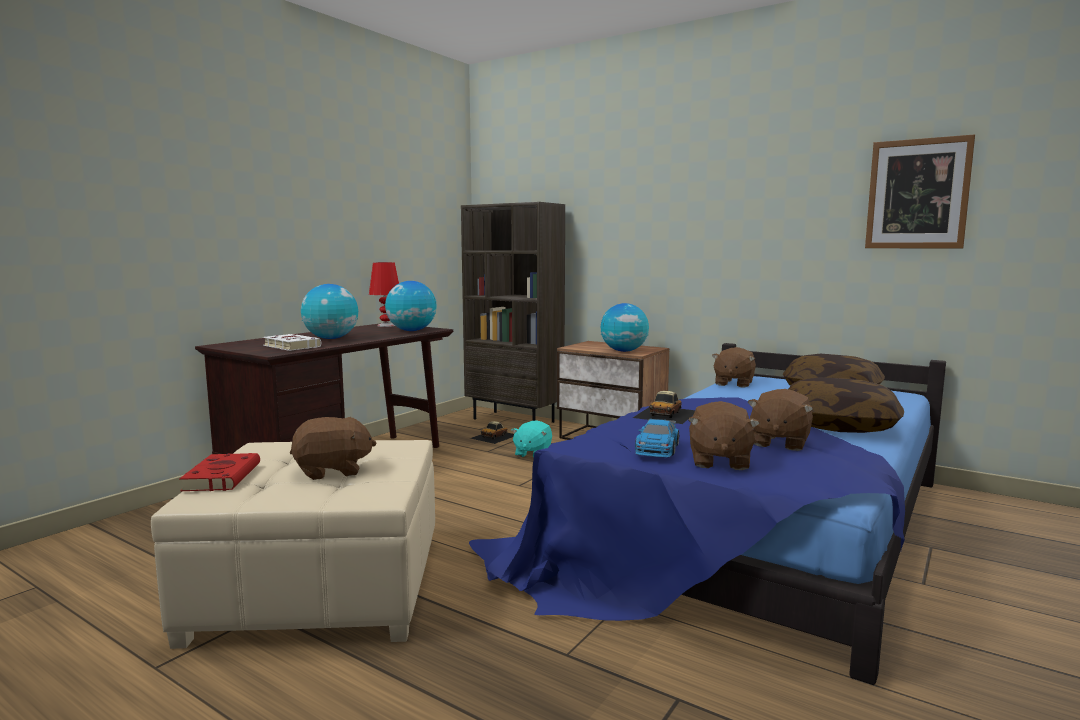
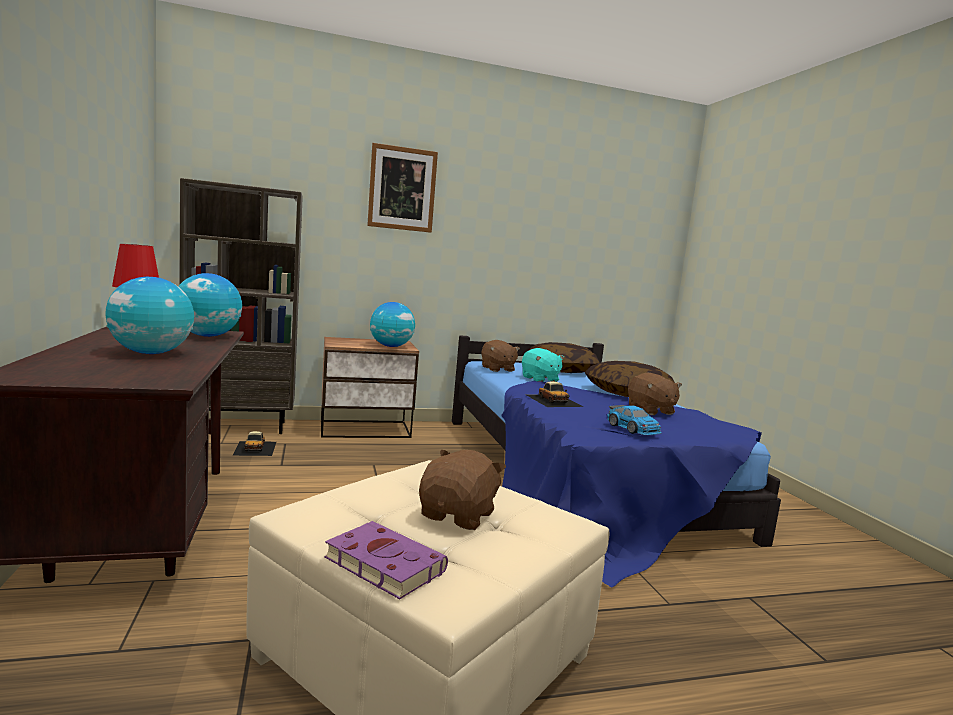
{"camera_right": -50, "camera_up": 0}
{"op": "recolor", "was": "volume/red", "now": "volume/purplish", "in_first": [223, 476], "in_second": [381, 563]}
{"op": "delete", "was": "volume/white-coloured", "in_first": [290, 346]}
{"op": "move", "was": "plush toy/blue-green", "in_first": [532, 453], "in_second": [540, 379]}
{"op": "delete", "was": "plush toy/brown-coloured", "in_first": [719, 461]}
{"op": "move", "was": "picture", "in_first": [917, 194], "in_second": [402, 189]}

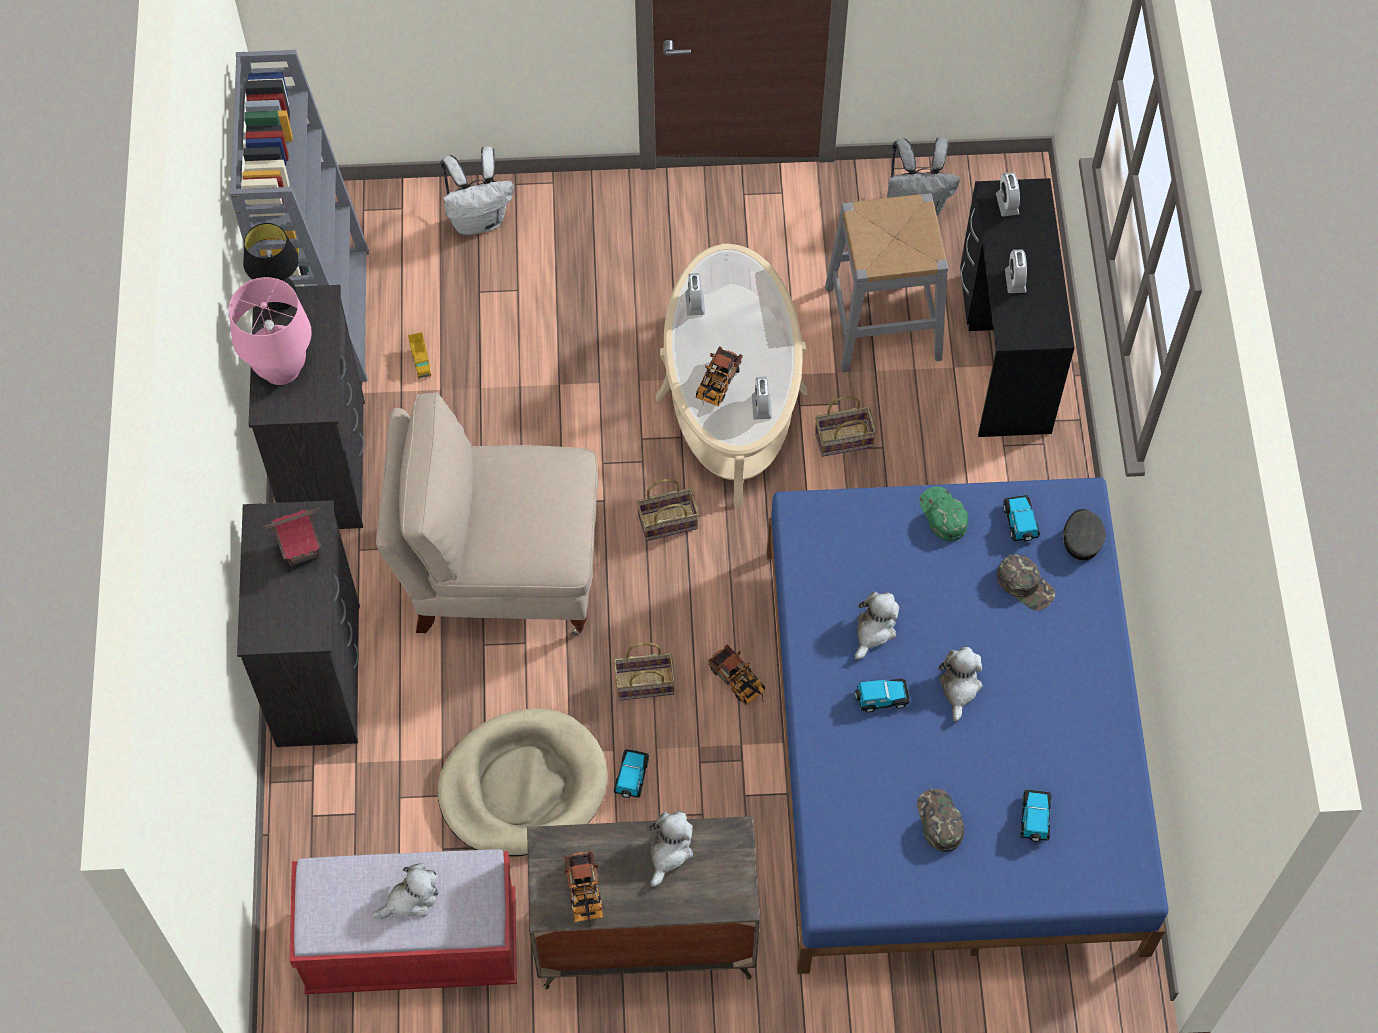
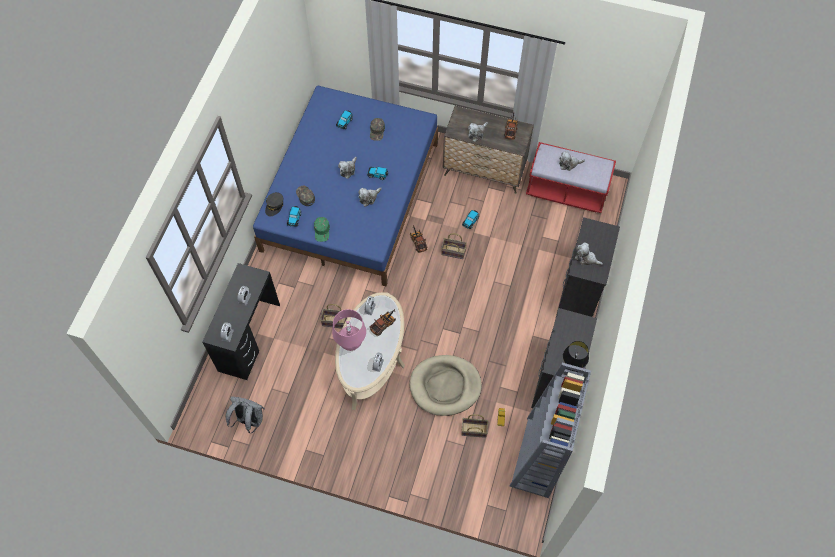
{"camera_right": -160, "camera_up": 0}
{"op": "move", "was": "table lamp/pink-coloured", "in_first": [281, 368], "in_second": [351, 343]}
{"op": "replace", "was": "model house", "now": "plush toy", "in_first": [300, 549], "in_second": [586, 258]}
{"op": "delete", "was": "chair/beige", "in_first": [500, 570]}
{"op": "move", "was": "dog cushion/beige", "in_first": [523, 786], "in_second": [445, 386]}
{"op": "delete", "was": "rucksack/white-coloured", "in_first": [479, 219]}
{"op": "move", "was": "household basket", "in_first": [669, 521], "in_second": [473, 430]}
{"op": "delete", "was": "stool/gray", "in_first": [882, 322]}

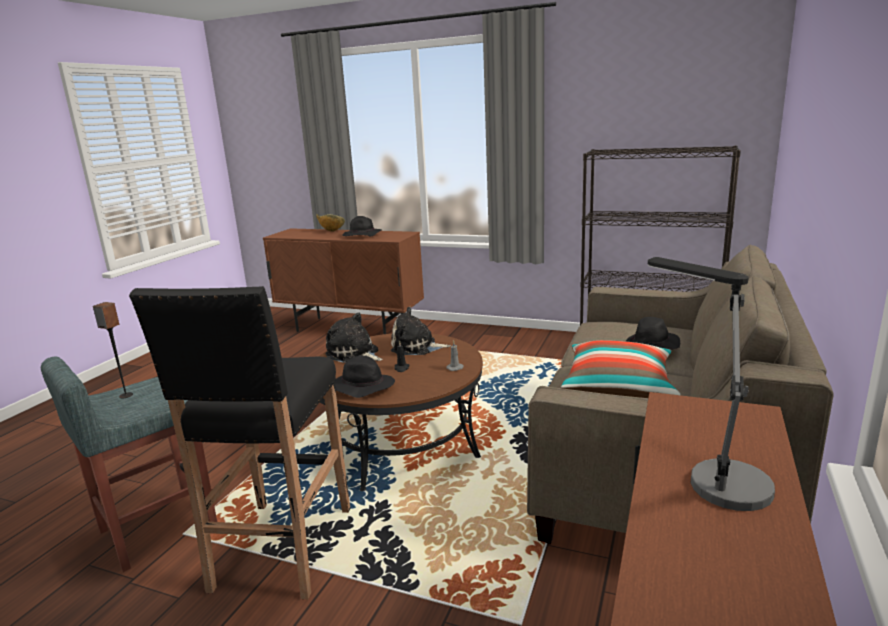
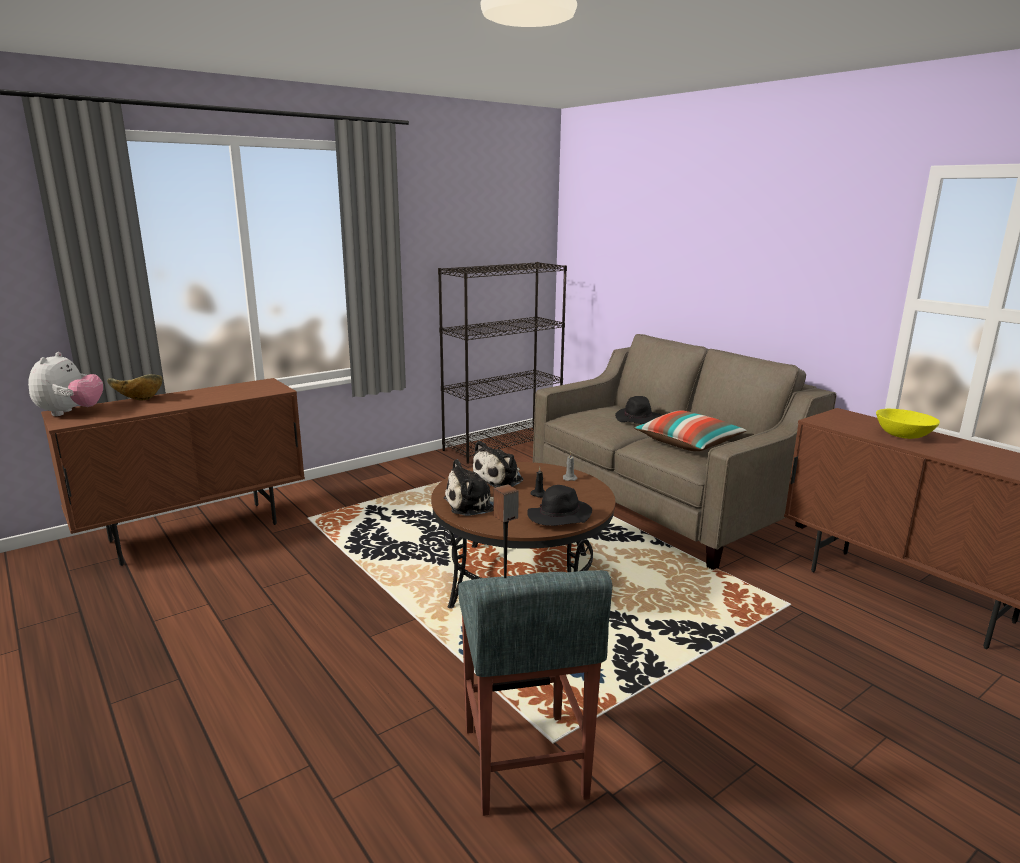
{"camera_right": -60, "camera_up": 0}
{"op": "delete", "was": "stool/black", "in_first": [281, 550]}
{"op": "delete", "was": "clothing hat/black", "in_first": [361, 235]}
{"op": "replace", "was": "table lamp", "now": "bowl/yellowish", "in_first": [712, 474], "in_second": [903, 435]}
{"op": "insert", "now": "plush toy", "in_second": [70, 413]}

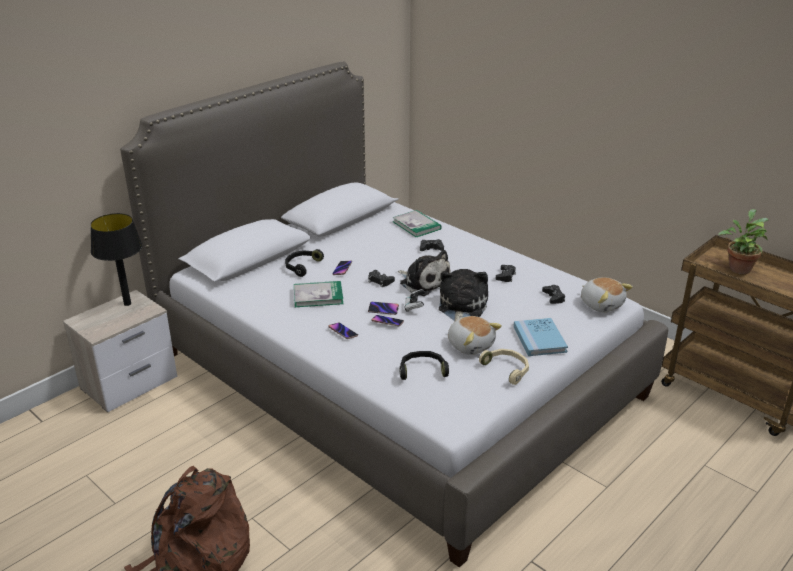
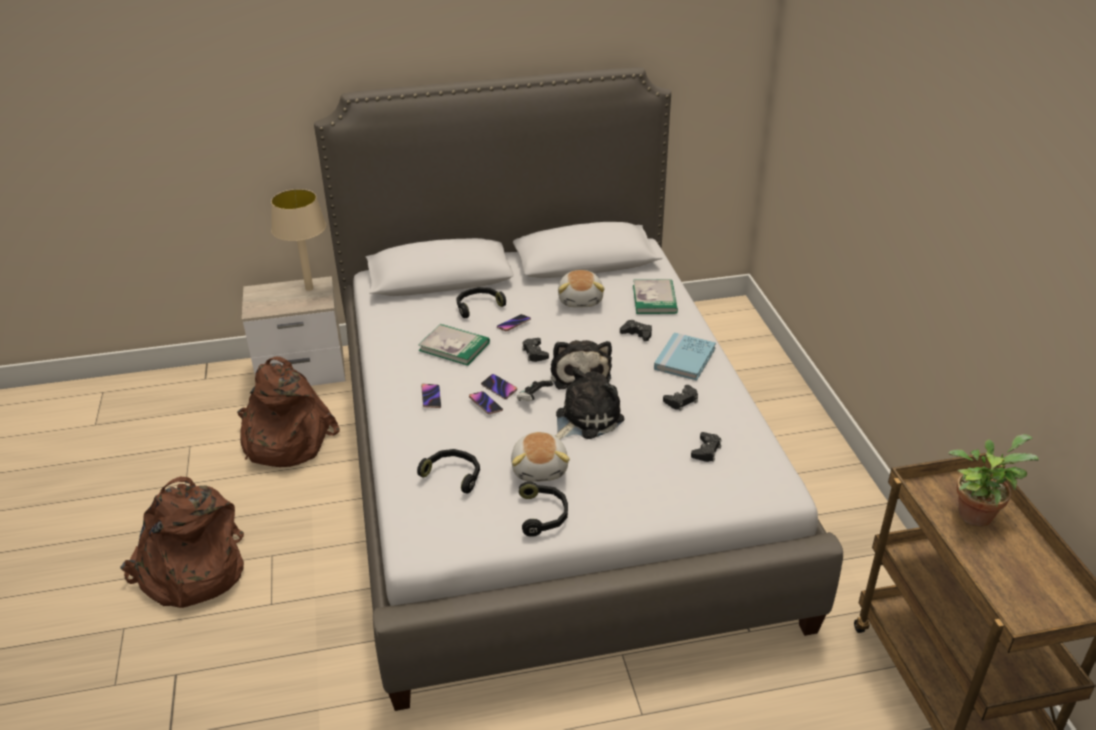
{"camera_right": 35, "camera_up": 5}
{"op": "recolor", "was": "table lamp/black", "now": "table lamp/beige", "in_first": [128, 303], "in_second": [309, 288]}
{"op": "recolor", "was": "pair of headphones/beige", "now": "pair of headphones/black", "in_first": [507, 369], "in_second": [544, 515]}
{"op": "move", "was": "volume/blue-coloured", "in_first": [539, 339], "in_second": [685, 359]}
{"op": "move", "was": "plush toy", "in_first": [601, 304], "in_second": [581, 300]}
{"op": "insert", "now": "rucksack/brown-coloured", "in_second": [284, 440]}

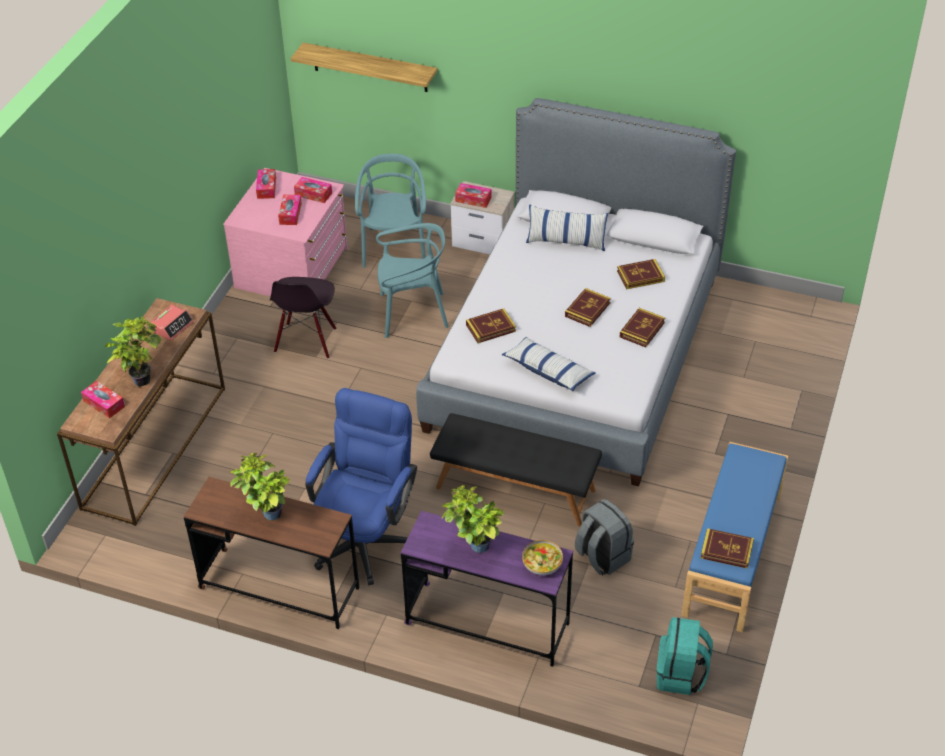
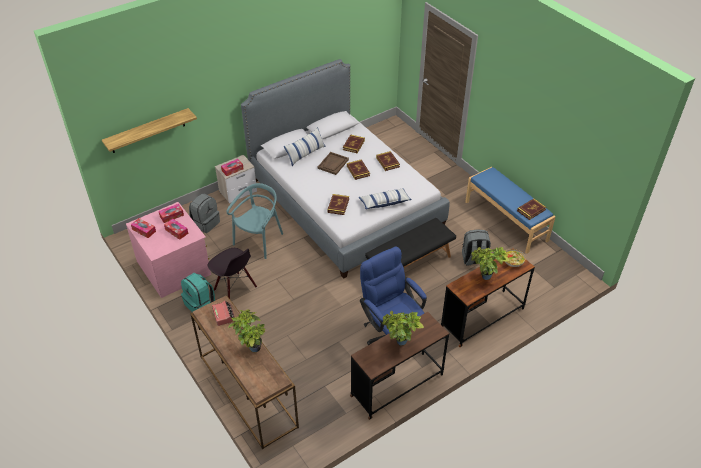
{"camera_right": -55, "camera_up": 0}
{"op": "delete", "was": "box of tissues", "in_first": [104, 404]}
{"op": "replace", "was": "chair/blue-green", "now": "rucksack/gray", "in_first": [394, 248], "in_second": [205, 223]}
{"op": "recolor", "was": "desk table/purplish", "now": "desk table/brown-coloured", "in_first": [487, 624], "in_second": [482, 318]}
{"op": "move", "was": "rucksack/blue-green", "in_first": [681, 675], "in_second": [200, 304]}
{"op": "insert", "now": "carrying tray/brown-coloured", "in_second": [333, 164]}

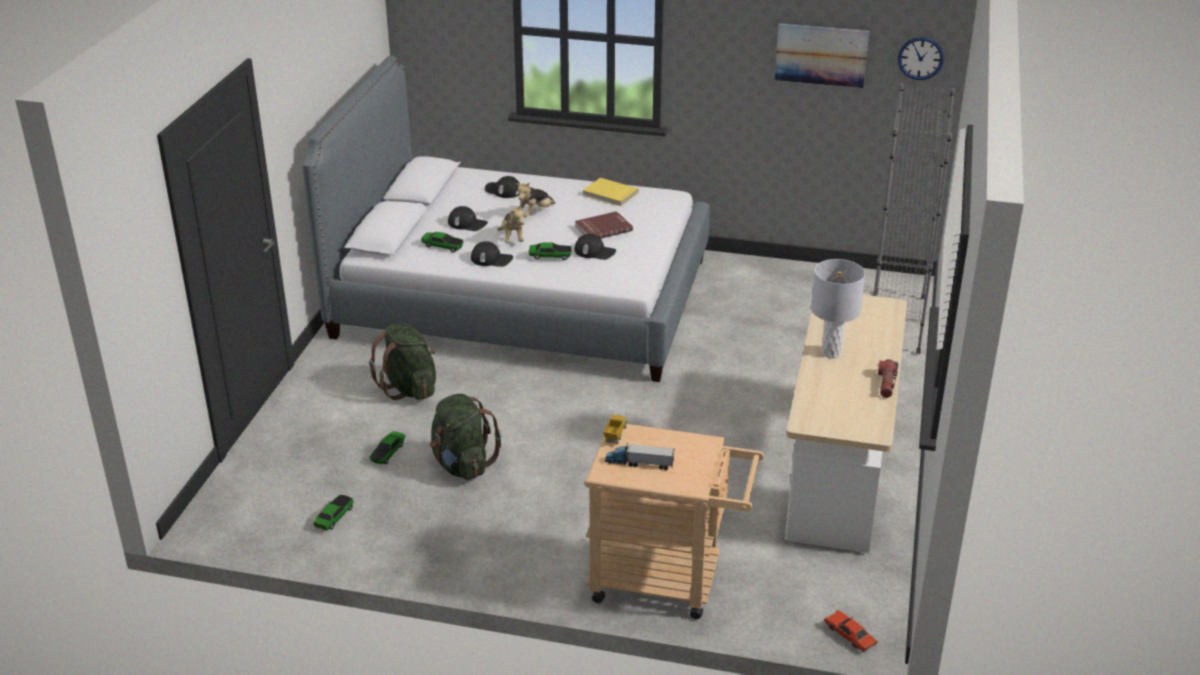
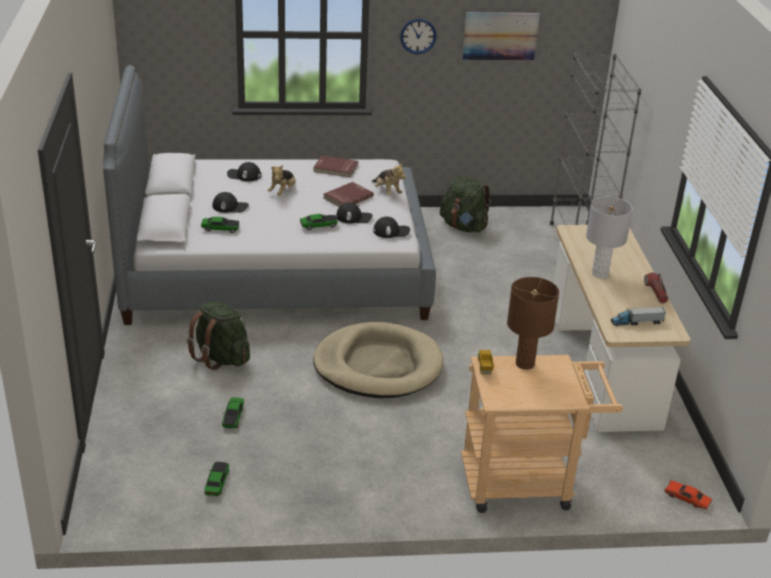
{"camera_right": -20, "camera_up": 0}
{"op": "move", "was": "rucksack/green-coloured", "in_first": [462, 465], "in_second": [463, 227]}
{"op": "move", "was": "peaked cap/black", "in_first": [492, 259], "in_second": [391, 231]}
{"op": "move", "was": "plush toy", "in_first": [512, 238], "in_second": [387, 192]}
{"op": "recolor", "was": "volume/yellowish", "now": "volume/red", "in_first": [610, 194], "in_second": [335, 168]}
{"op": "move", "was": "toy truck", "in_first": [639, 463], "in_second": [636, 322]}
{"op": "move", "was": "clock on the wall", "in_first": [920, 58], "in_second": [418, 36]}
{"op": "insert", "now": "dog cushion/beige", "in_second": [378, 365]}
{"op": "insert", "now": "table lamp/brown-coloured", "in_second": [525, 364]}

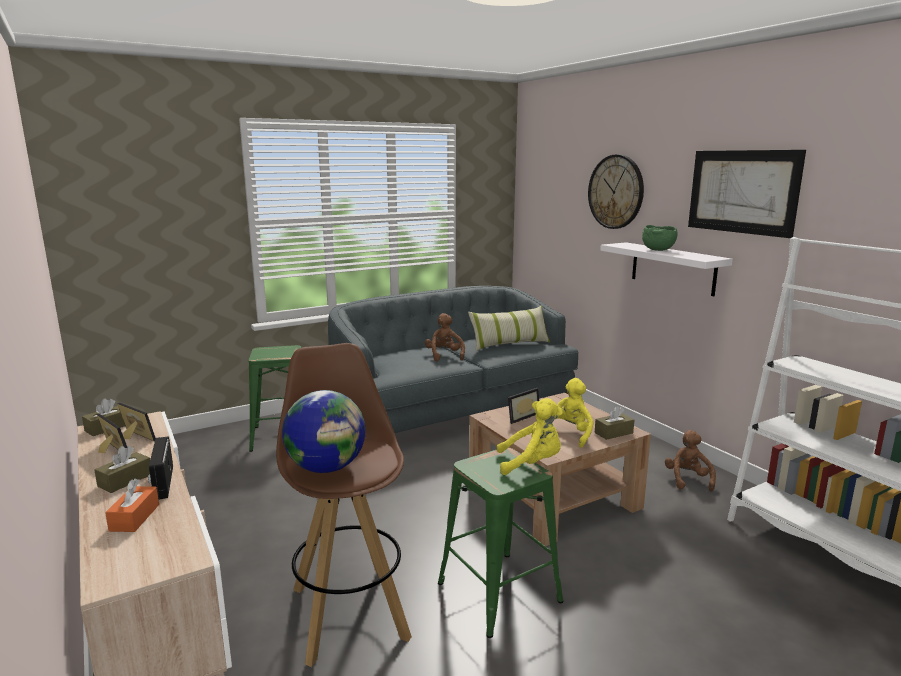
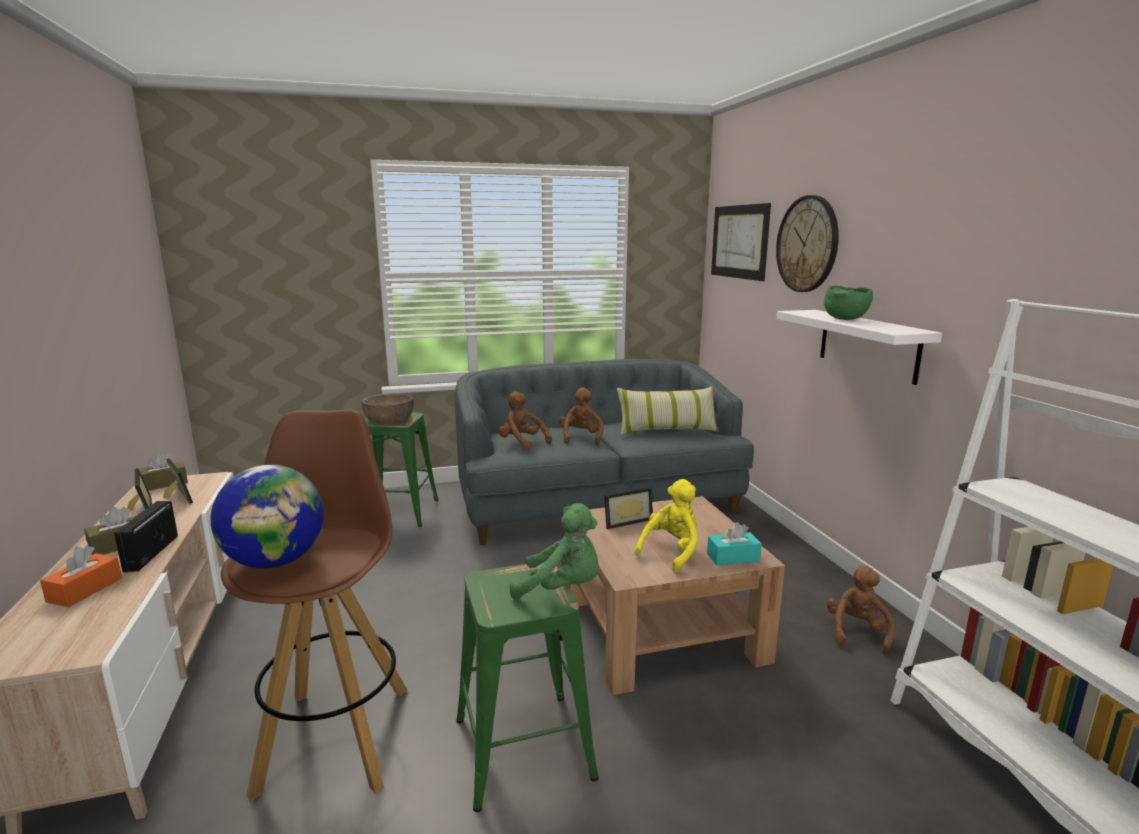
{"camera_right": 15, "camera_up": 0}
{"op": "recolor", "was": "plush toy/yellowish", "now": "plush toy/green-coloured", "in_first": [531, 463], "in_second": [562, 588]}
{"op": "recolor", "was": "box of tissues/brown-coloured", "now": "box of tissues/blue-green", "in_first": [613, 433], "in_second": [733, 557]}
{"op": "move", "was": "picture", "in_first": [742, 191], "in_second": [739, 241]}
{"op": "insert", "now": "bowl/brown-coloured", "in_second": [389, 419]}
{"op": "insert", "now": "plush toy/brown-coloured", "in_second": [522, 443]}

